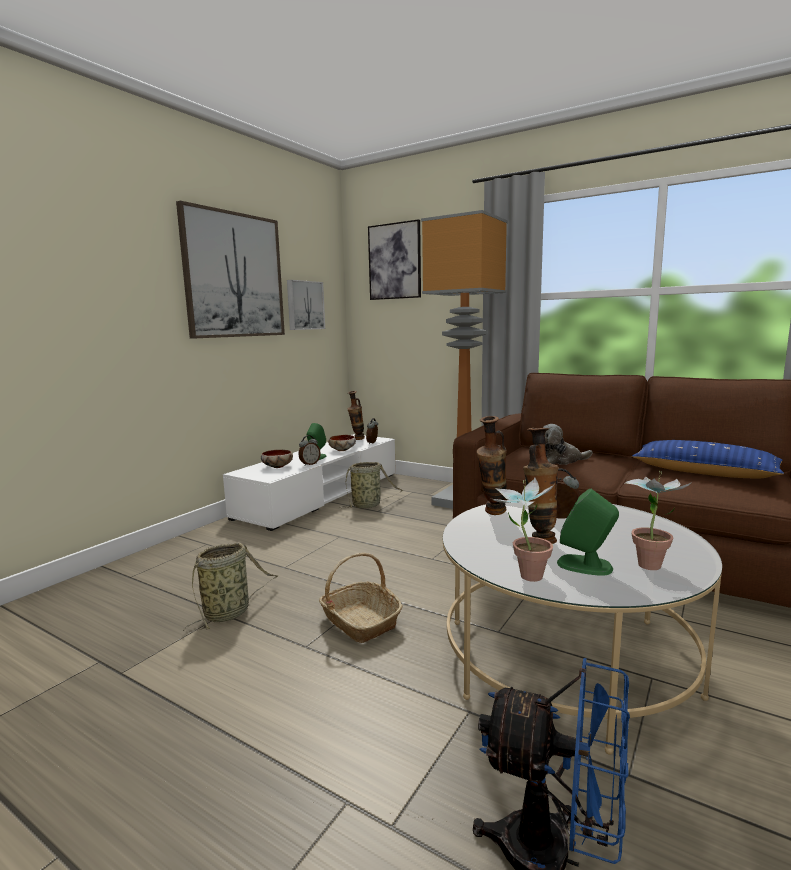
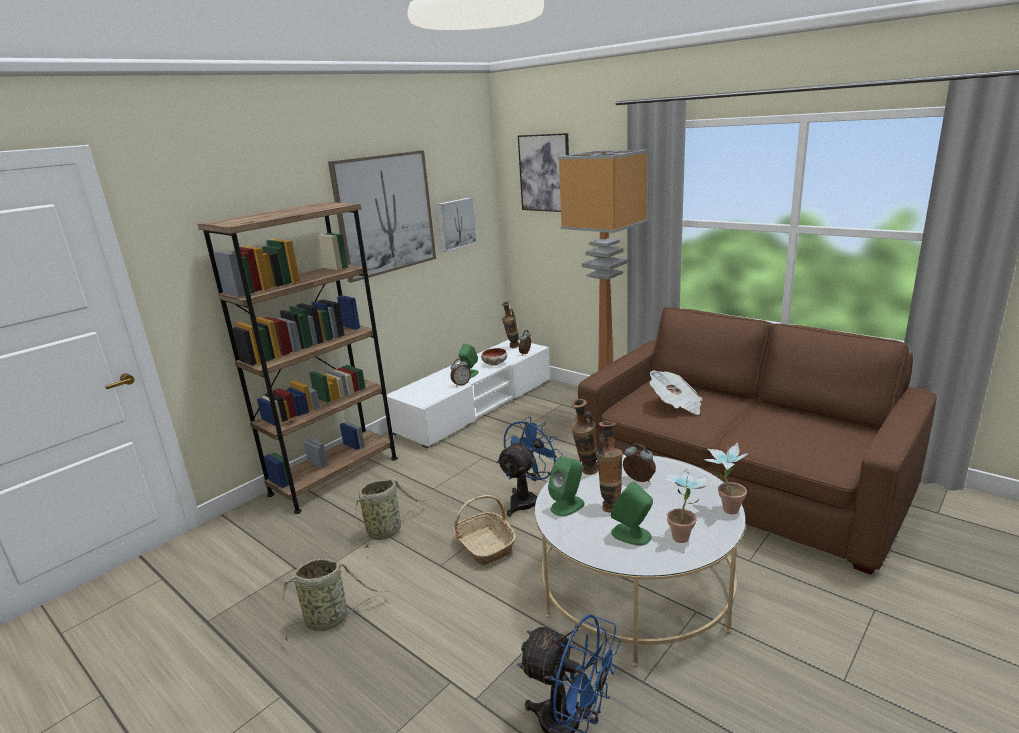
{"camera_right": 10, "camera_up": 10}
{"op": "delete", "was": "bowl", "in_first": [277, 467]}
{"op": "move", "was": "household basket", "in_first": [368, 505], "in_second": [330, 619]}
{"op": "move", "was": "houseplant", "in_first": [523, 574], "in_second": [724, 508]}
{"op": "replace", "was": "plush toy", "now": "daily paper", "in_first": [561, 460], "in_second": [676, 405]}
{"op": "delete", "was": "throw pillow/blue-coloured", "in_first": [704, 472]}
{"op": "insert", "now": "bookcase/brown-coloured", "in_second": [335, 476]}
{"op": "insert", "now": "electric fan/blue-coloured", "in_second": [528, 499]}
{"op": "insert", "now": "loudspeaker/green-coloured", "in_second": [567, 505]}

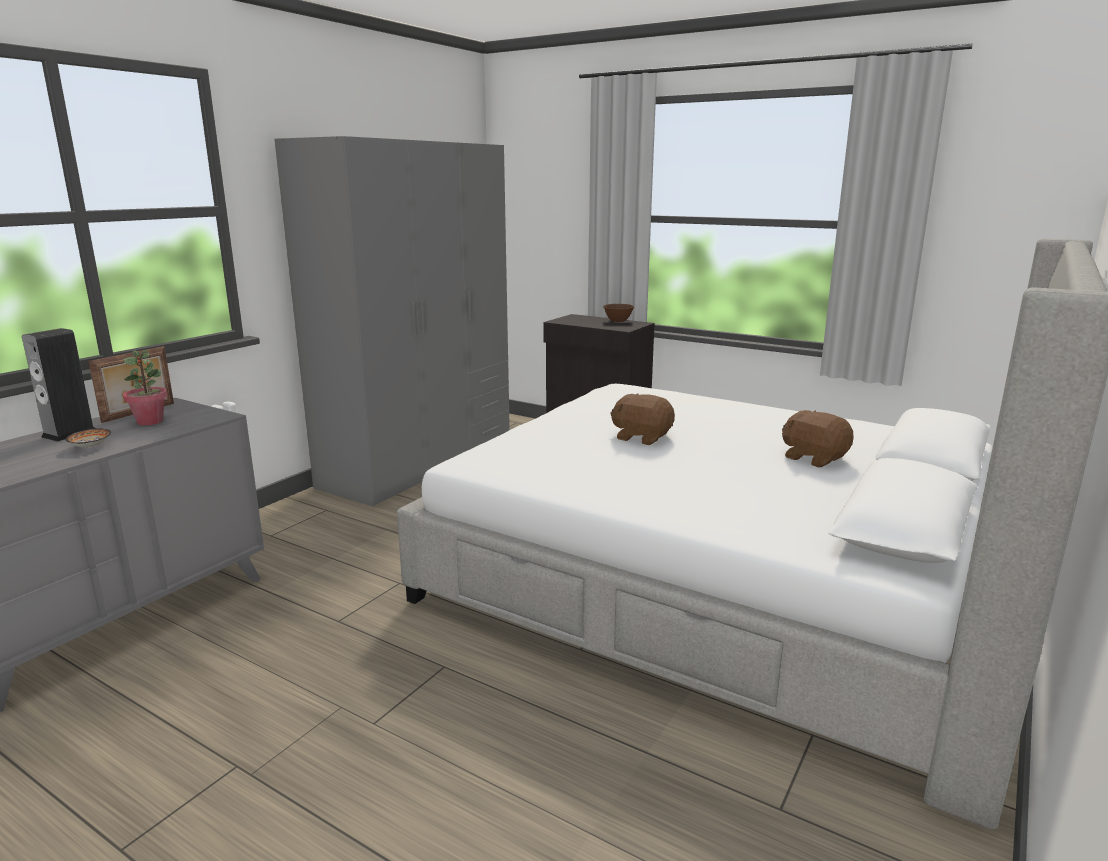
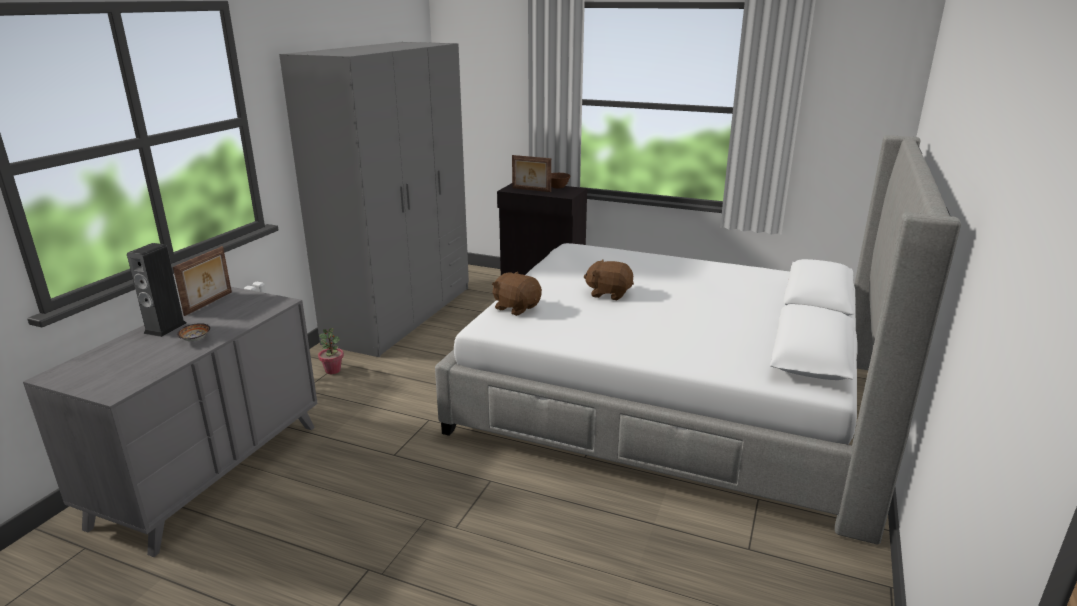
{"camera_right": -10, "camera_up": 5}
{"op": "move", "was": "houseplant", "in_first": [150, 421], "in_second": [333, 370]}
{"op": "move", "was": "plush toy/brown-coloured", "in_first": [814, 458], "in_second": [516, 307]}
{"op": "insert", "now": "photo frame", "in_second": [531, 190]}

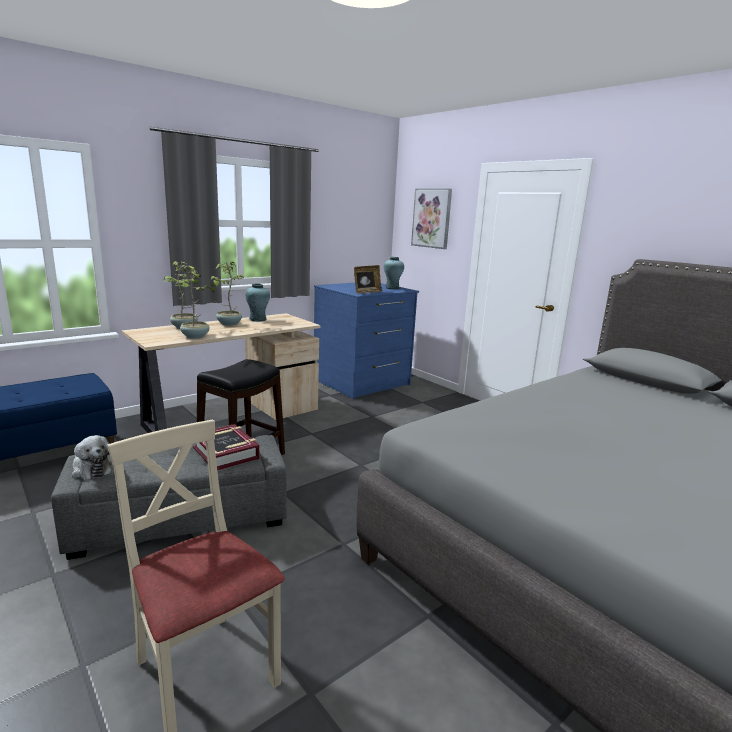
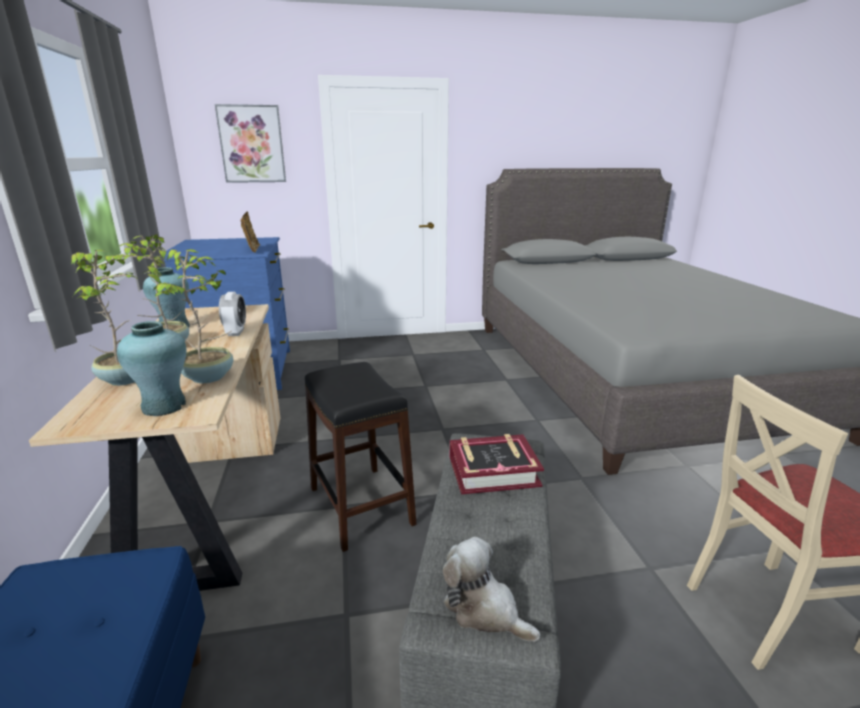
{"camera_right": -60, "camera_up": 5}
{"op": "rotate", "was": "plush toy", "in_first": [91, 469], "in_second": [484, 609], "clockwise": -120}
{"op": "move", "was": "decorative vase/blue-green", "in_first": [392, 288], "in_second": [164, 406]}
{"op": "insert", "now": "alarm clock", "in_second": [236, 332]}

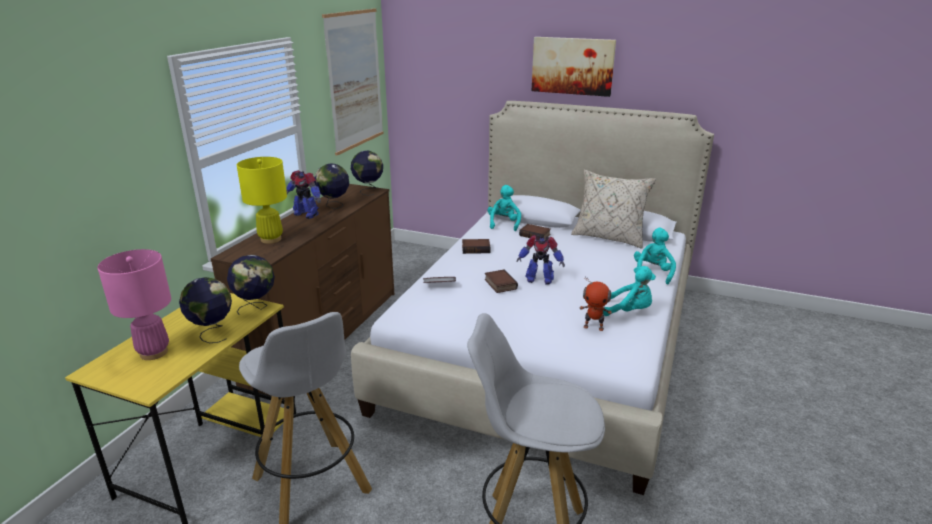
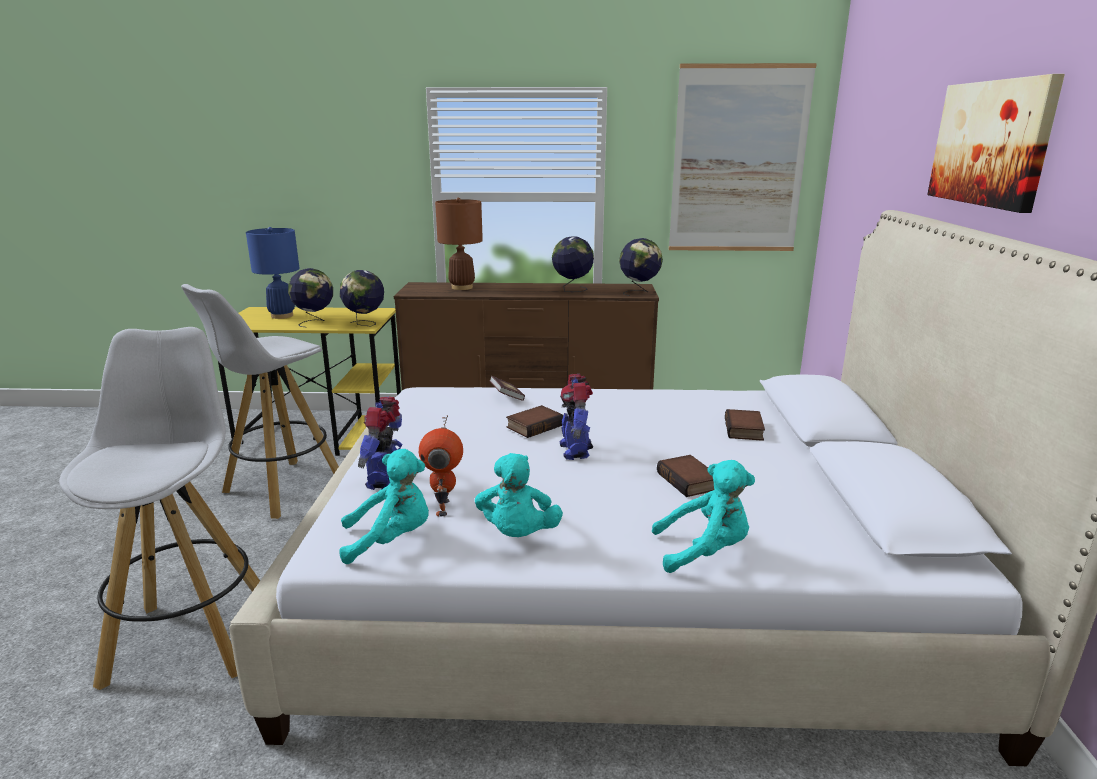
{"camera_right": 70, "camera_up": -5}
{"op": "recolor", "was": "table lamp/pink-coloured", "now": "table lamp/blue-coloured", "in_first": [153, 353], "in_second": [282, 316]}
{"op": "recolor", "was": "table lamp/yellowish", "now": "table lamp/brown-coloured", "in_first": [271, 239], "in_second": [462, 287]}
{"op": "move", "was": "robot figure", "in_first": [306, 214], "in_second": [387, 479]}
{"op": "move", "was": "volume", "in_first": [476, 249], "in_second": [690, 481]}
{"op": "move", "was": "plush toy/blue-green", "in_first": [504, 224], "in_second": [391, 540]}
{"op": "delete", "was": "throw pillow/beige", "in_first": [609, 237]}

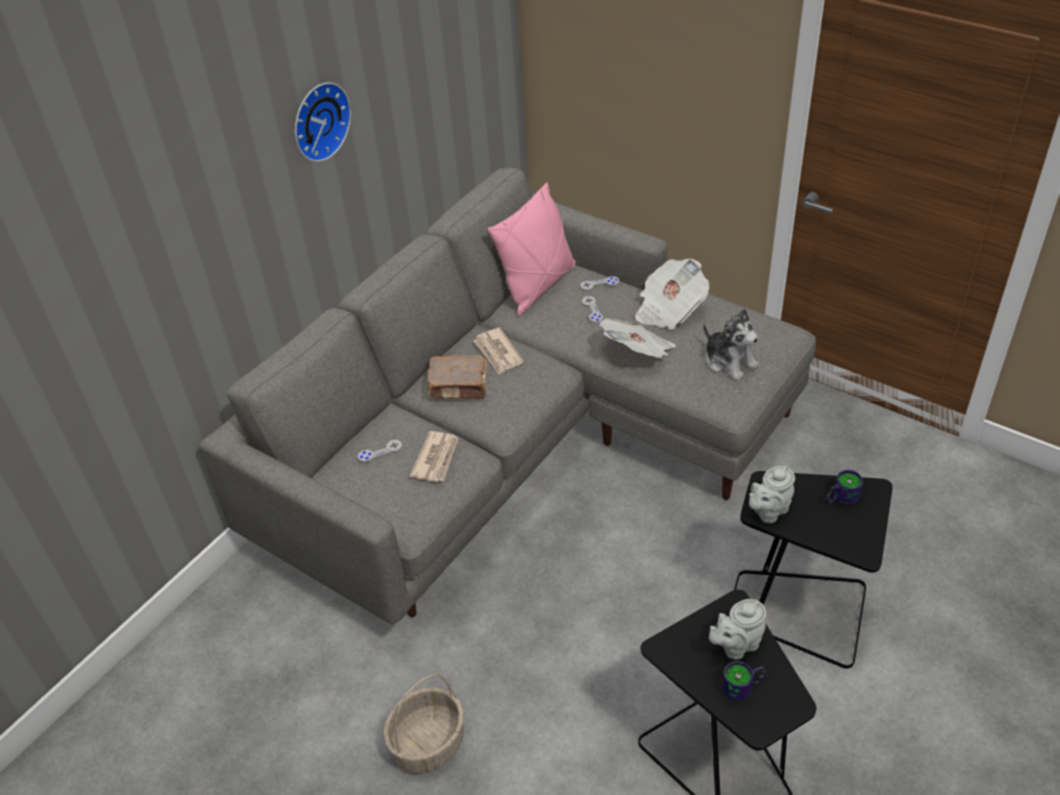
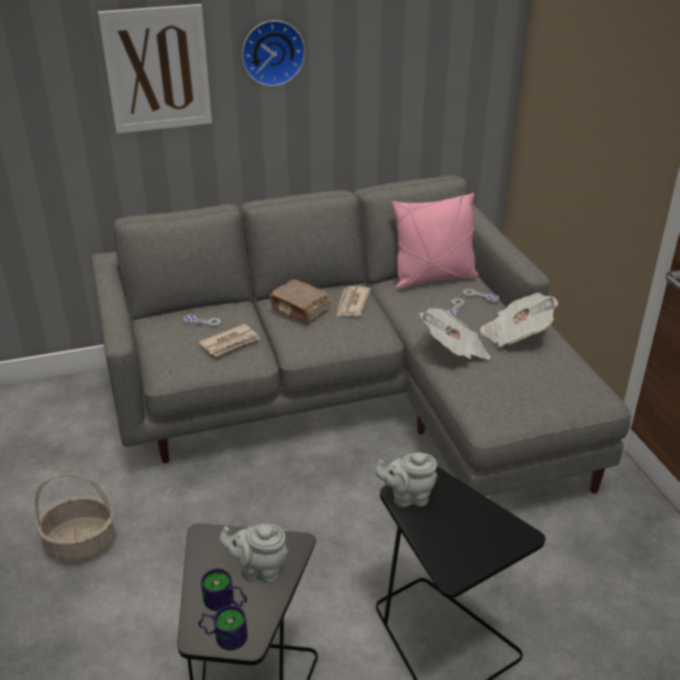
{"camera_right": 35, "camera_up": -10}
{"op": "delete", "was": "plush toy", "in_first": [729, 361]}
{"op": "move", "was": "coffee mug", "in_first": [839, 497], "in_second": [224, 635]}
{"op": "insert", "now": "picture", "in_second": [157, 69]}

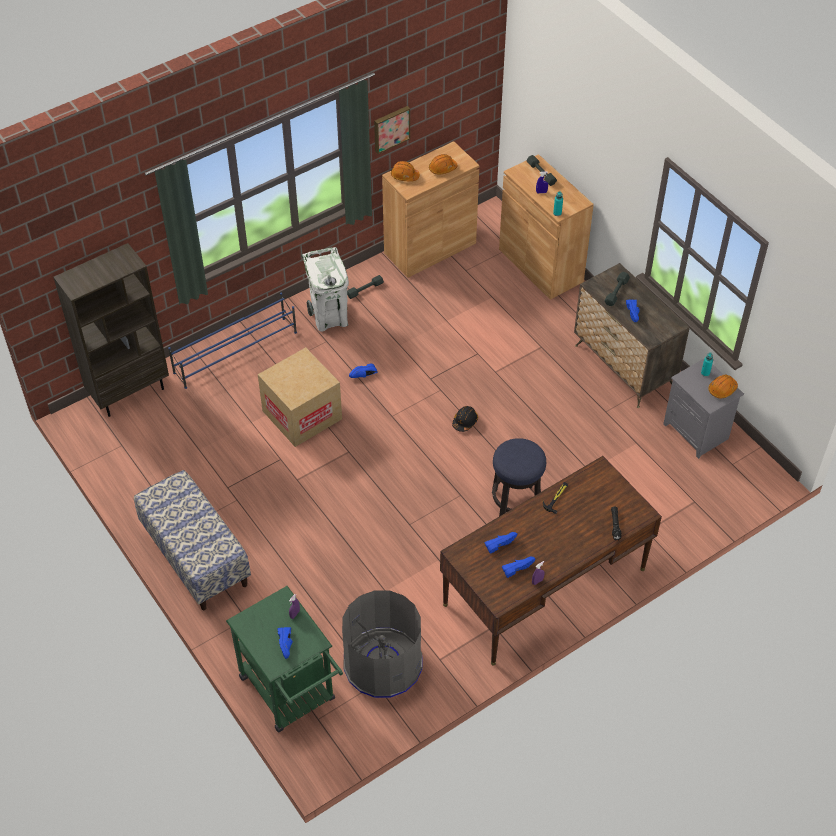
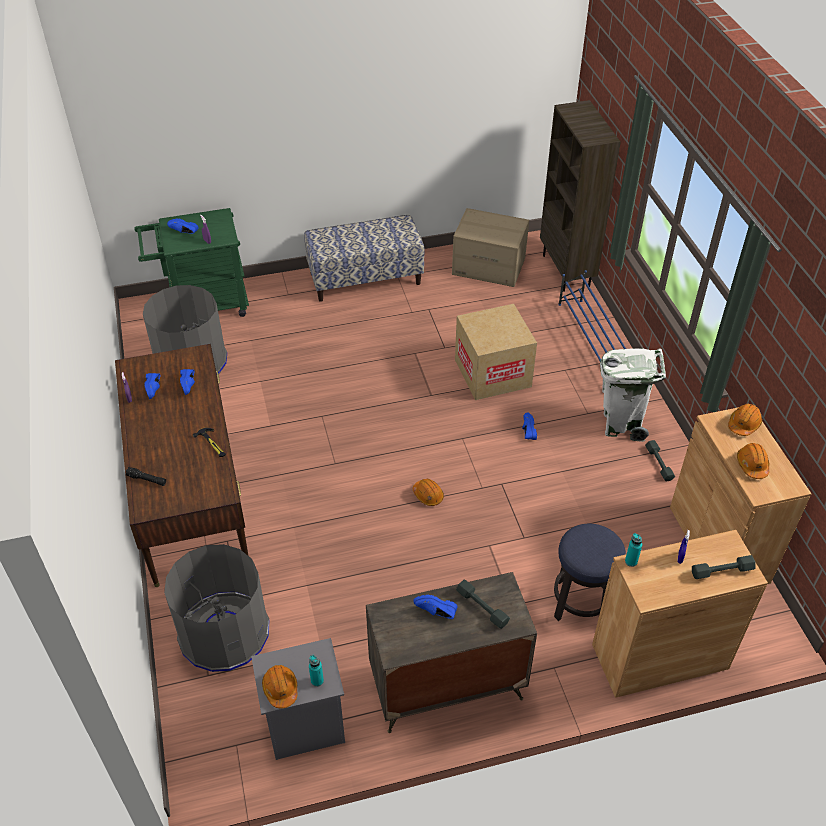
{"camera_right": 110, "camera_up": -5}
{"op": "delete", "was": "picture", "in_first": [391, 128]}
{"op": "recolor", "was": "work helmet/black", "now": "work helmet/orangey", "in_first": [465, 421], "in_second": [428, 495]}
{"op": "move", "was": "stool", "in_first": [515, 503], "in_second": [581, 603]}
{"op": "insert", "now": "waste bin/gray", "in_second": [224, 632]}
{"op": "insert", "now": "cardboard box", "in_second": [489, 266]}

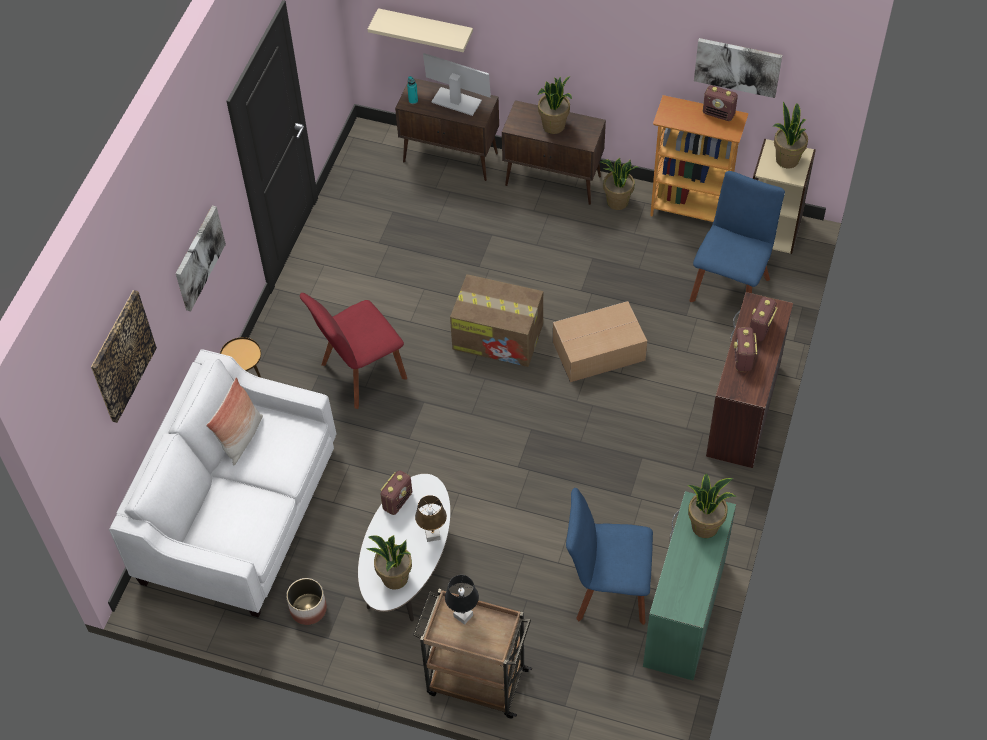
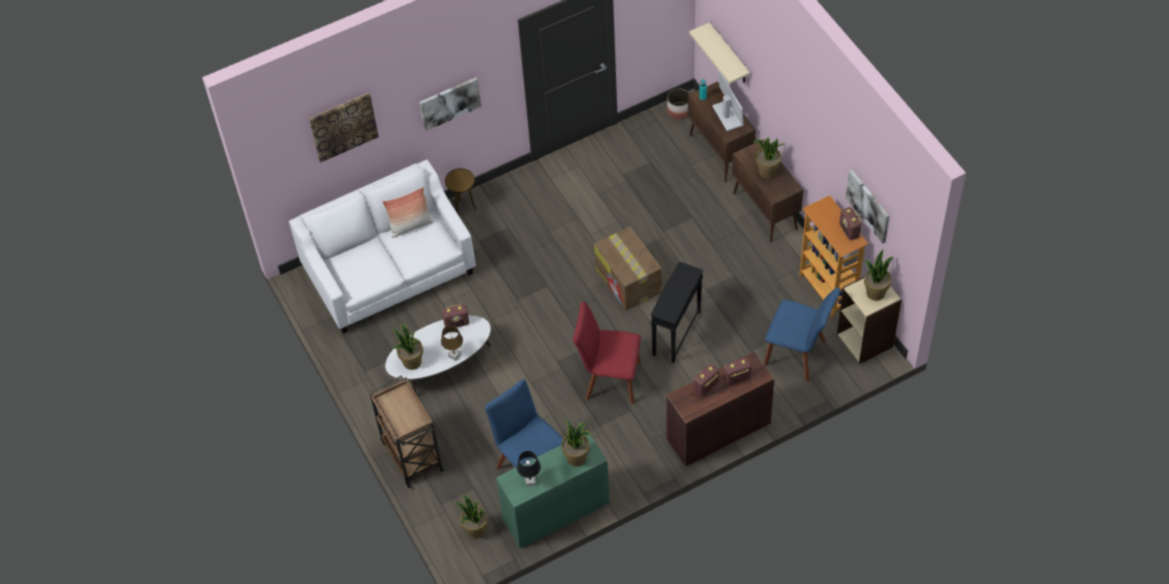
{"camera_right": 45, "camera_up": 0}
{"op": "move", "was": "plant pot", "in_first": [308, 609], "in_second": [678, 111]}
{"op": "move", "was": "chair/red", "in_first": [360, 374], "in_second": [609, 379]}
{"op": "move", "was": "table lamp/black", "in_first": [463, 615], "in_second": [530, 481]}
{"op": "replace", "was": "cardboard box", "now": "accent table/black", "in_first": [600, 351], "in_second": [676, 333]}
{"op": "move", "was": "houseplant", "in_first": [617, 202], "in_second": [475, 530]}
{"op": "rotate", "was": "chair/blue-coloured", "in_first": [730, 286], "in_second": [798, 354], "clockwise": 45}

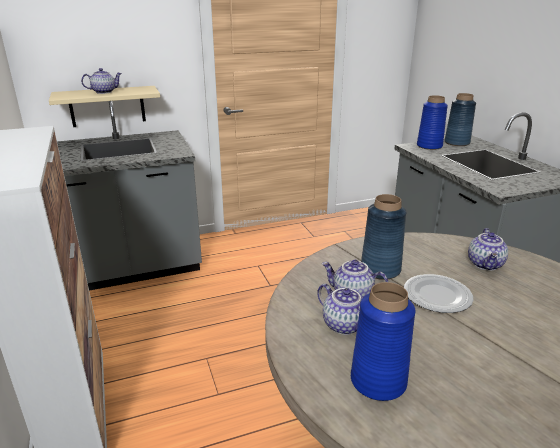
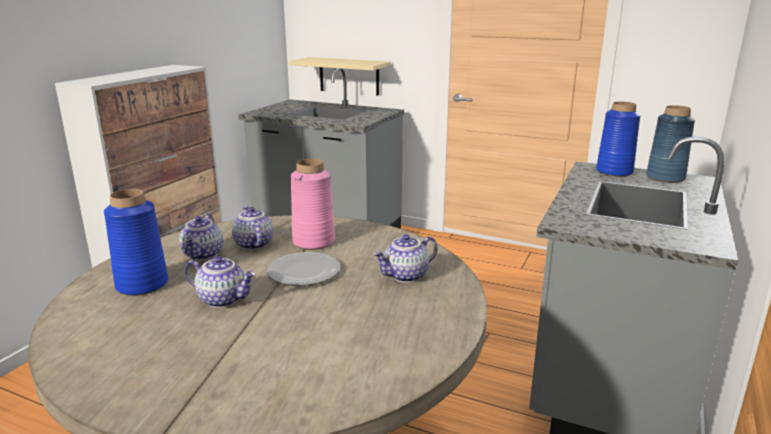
{"camera_right": 45, "camera_up": -5}
{"op": "move", "was": "teapot", "in_first": [104, 92], "in_second": [223, 299]}
{"op": "recolor", "was": "decorative vase/blue-coloured", "now": "decorative vase/pink-coloured", "in_first": [380, 269], "in_second": [314, 241]}

